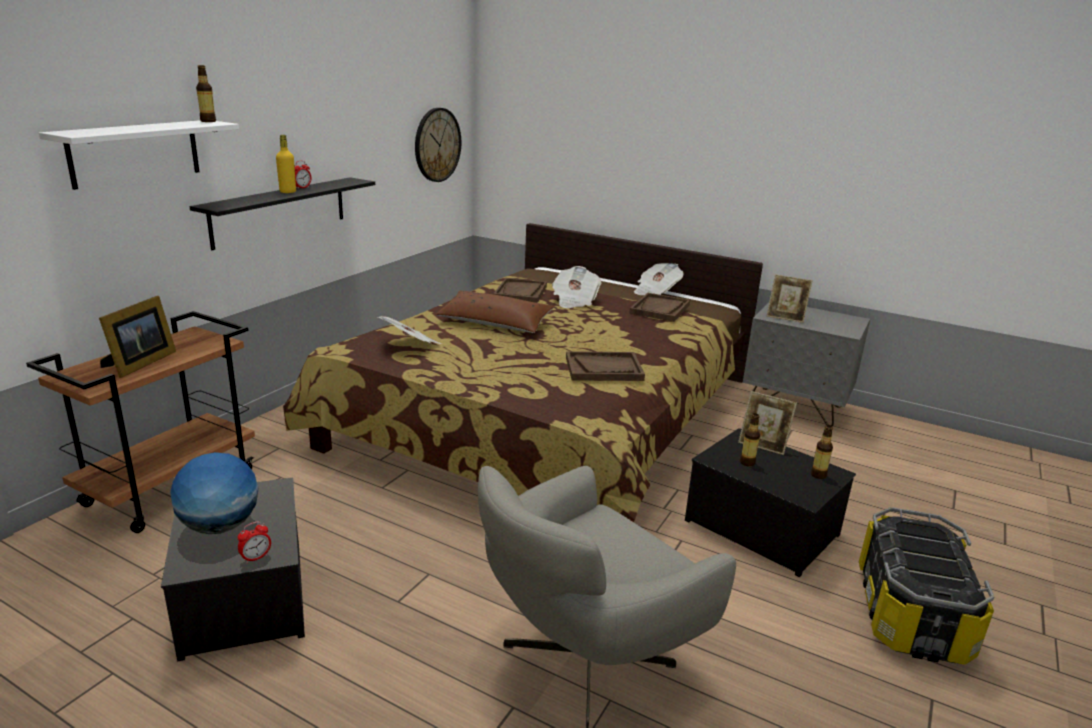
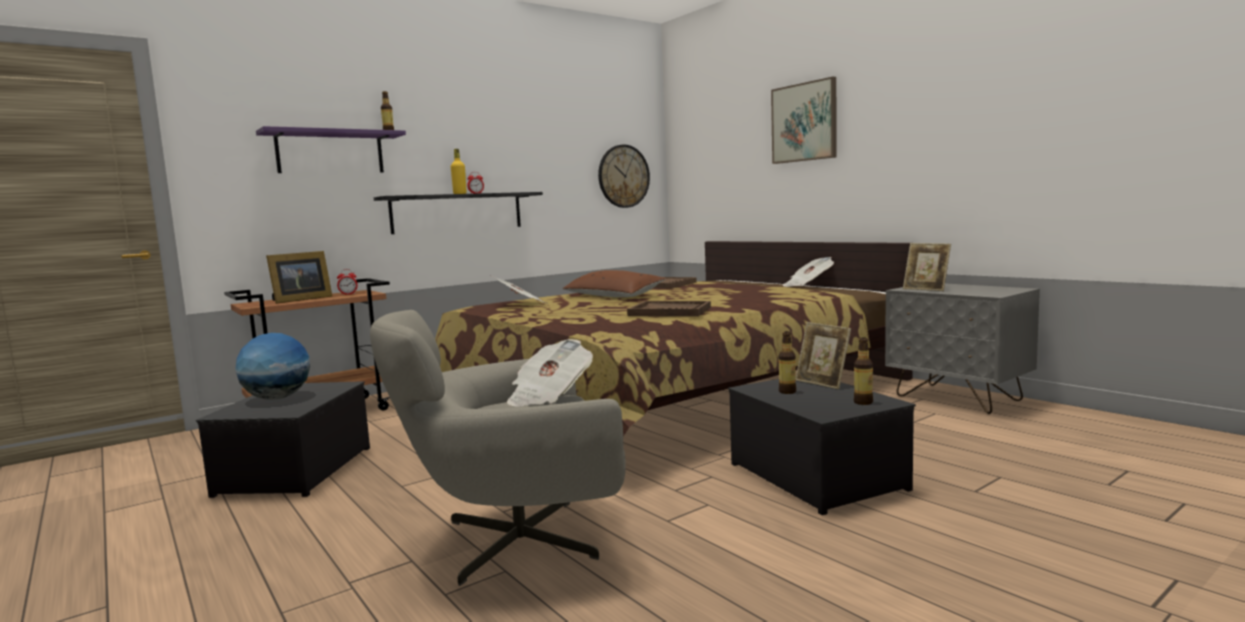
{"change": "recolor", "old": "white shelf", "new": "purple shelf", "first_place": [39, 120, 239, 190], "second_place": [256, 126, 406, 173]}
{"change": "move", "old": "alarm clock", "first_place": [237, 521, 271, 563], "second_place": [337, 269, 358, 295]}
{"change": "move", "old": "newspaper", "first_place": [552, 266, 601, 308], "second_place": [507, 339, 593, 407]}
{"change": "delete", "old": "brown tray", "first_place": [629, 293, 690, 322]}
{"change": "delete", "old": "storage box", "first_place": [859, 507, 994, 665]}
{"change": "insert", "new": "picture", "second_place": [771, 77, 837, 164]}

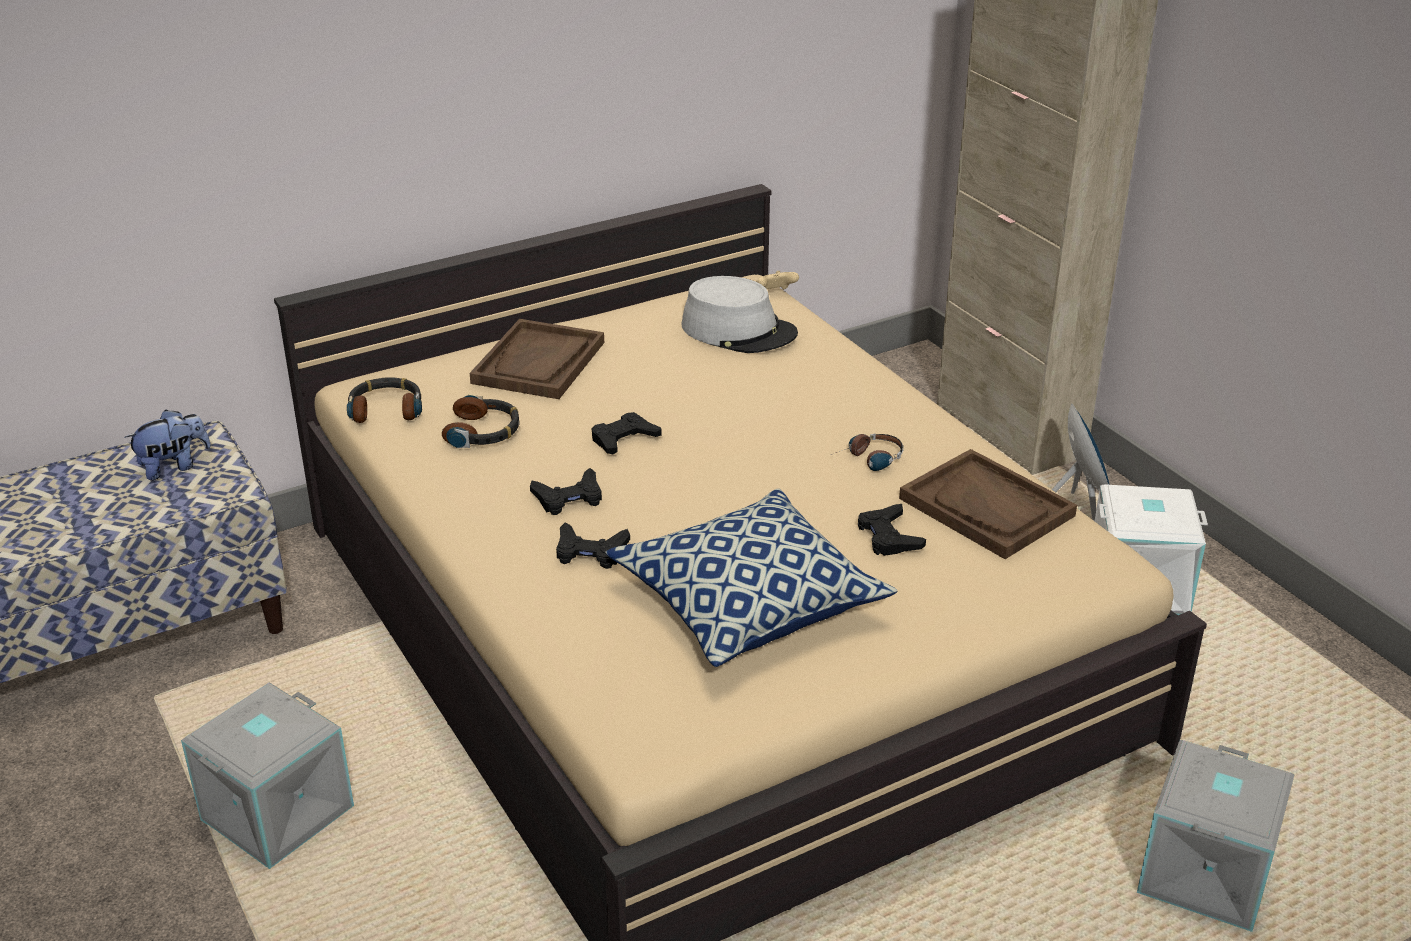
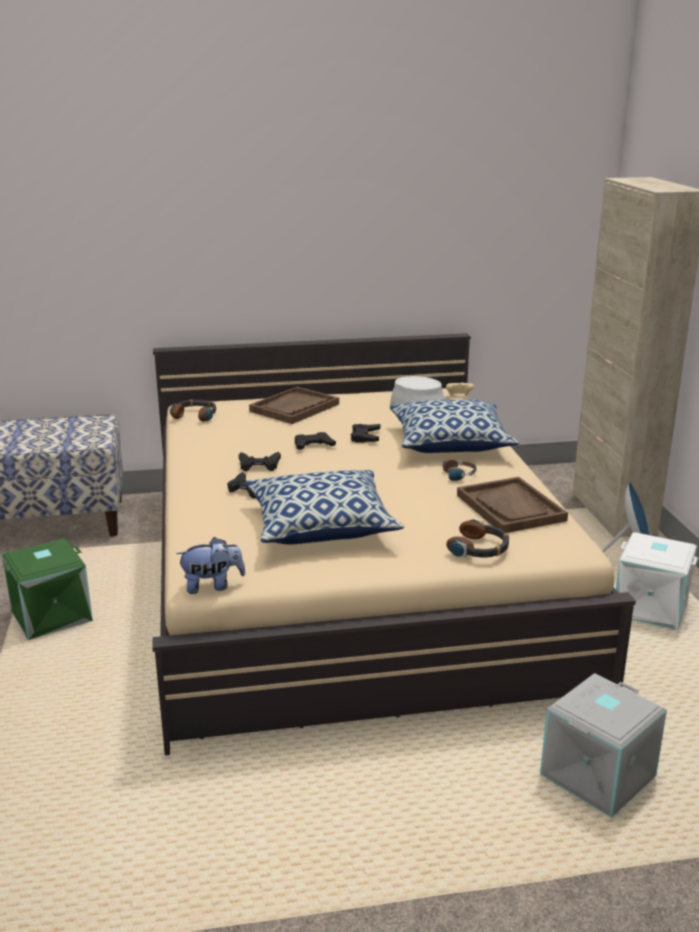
{"change": "move", "old": "plush toy", "first_place": [124, 409, 211, 480], "second_place": [176, 537, 245, 594]}
{"change": "recolor", "old": "grey storage box", "new": "green storage box", "first_place": [181, 682, 354, 869], "second_place": [2, 538, 93, 640]}
{"change": "move", "old": "headphones", "first_place": [442, 394, 520, 448], "second_place": [446, 519, 509, 558]}
{"change": "move", "old": "black game controller", "first_place": [858, 504, 926, 556], "second_place": [351, 424, 381, 443]}
{"change": "insert", "new": "pillow", "second_place": [390, 400, 519, 453]}

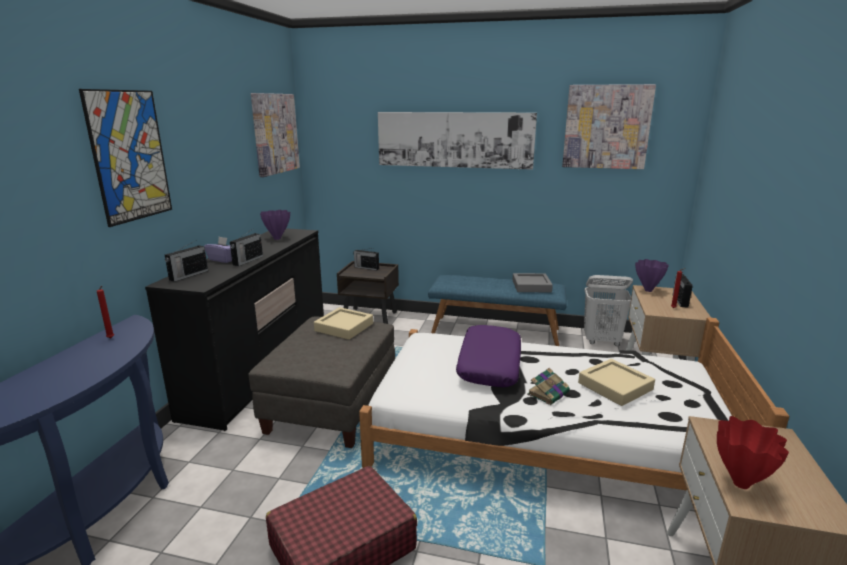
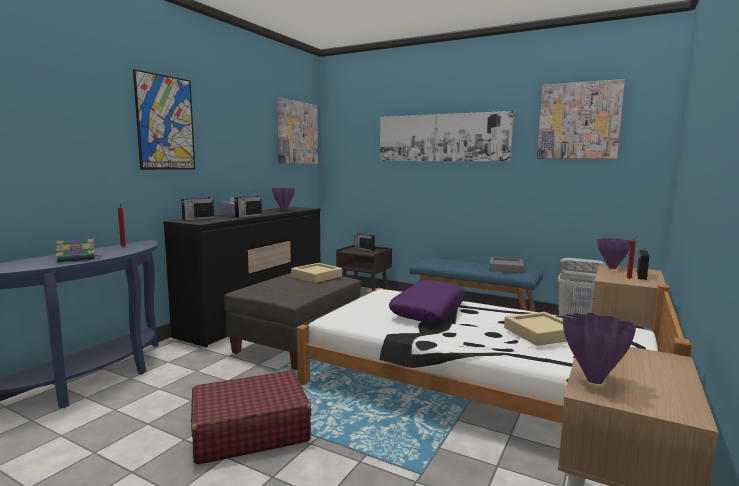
{"change": "move", "old": "book", "first_place": [527, 368, 570, 405], "second_place": [56, 239, 102, 263]}
{"change": "recolor", "old": "red vase", "new": "purple vase", "first_place": [717, 416, 789, 489], "second_place": [563, 313, 636, 384]}

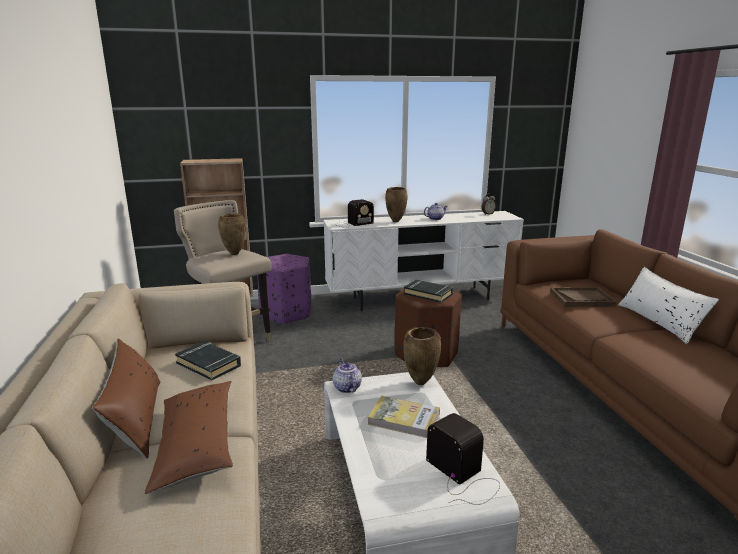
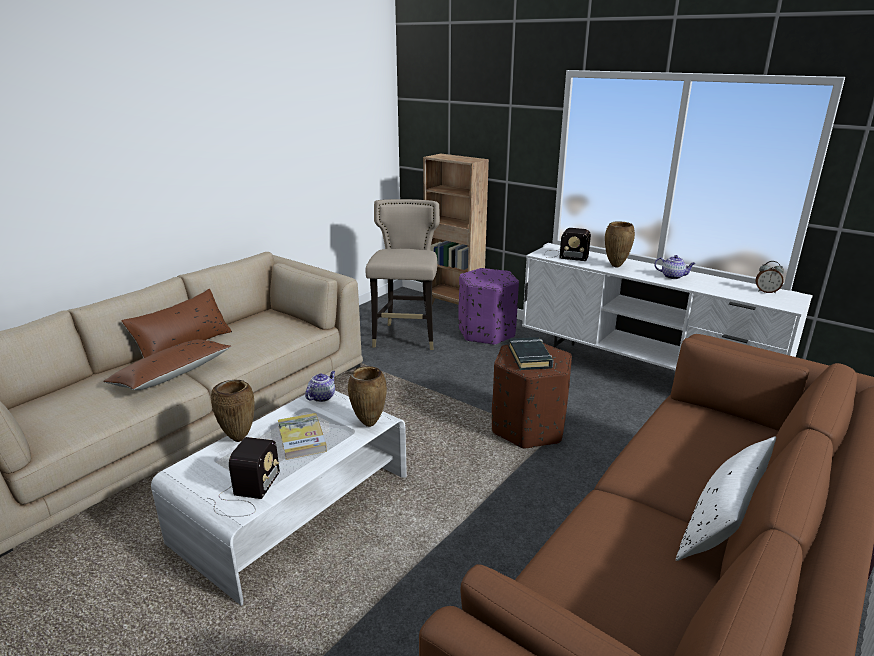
{"change": "delete", "old": "black book", "first_place": [175, 341, 241, 381]}
{"change": "move", "old": "brown vase", "first_place": [218, 213, 246, 255], "second_place": [211, 379, 255, 442]}
{"change": "delete", "old": "brown tray", "first_place": [550, 287, 617, 307]}

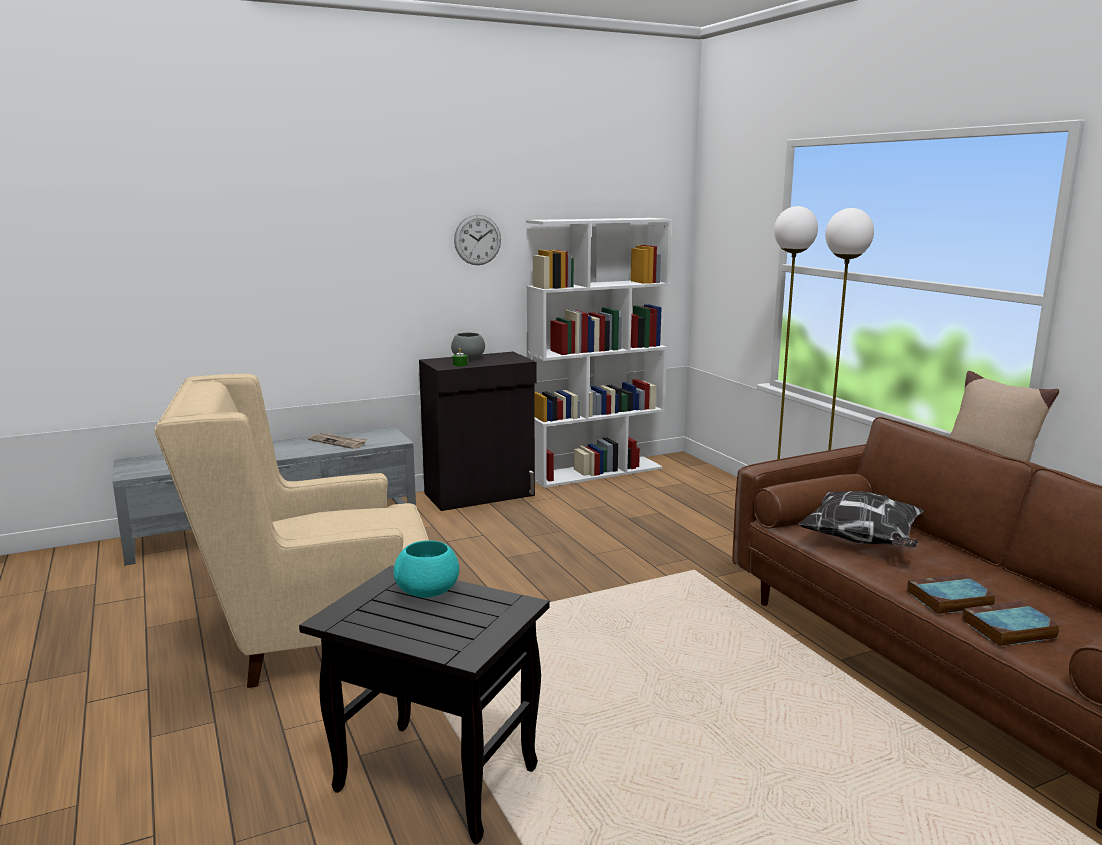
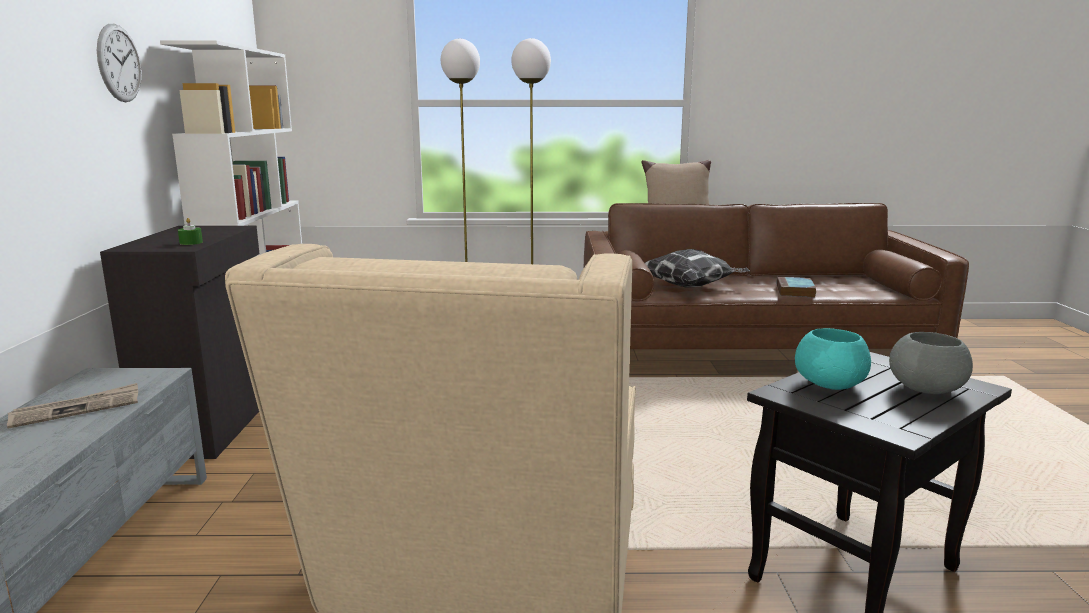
{"change": "move", "old": "grey bowl", "first_place": [451, 333, 485, 360], "second_place": [889, 332, 973, 394]}
{"change": "delete", "old": "book", "first_place": [962, 601, 1060, 647]}

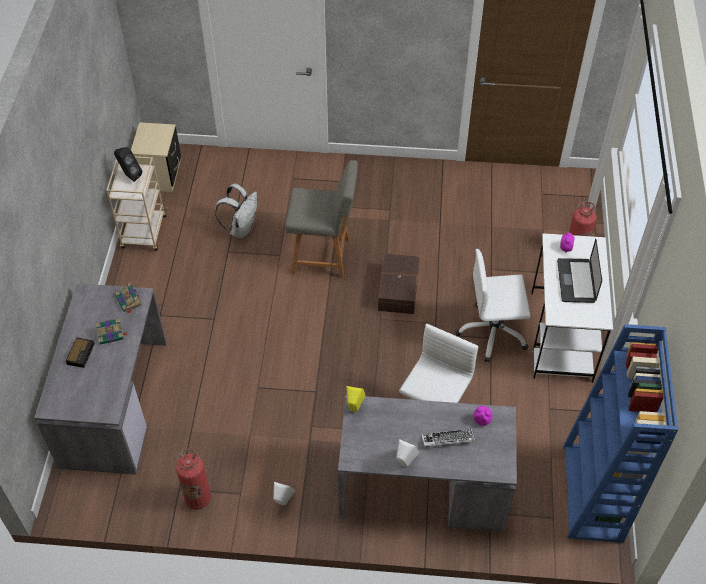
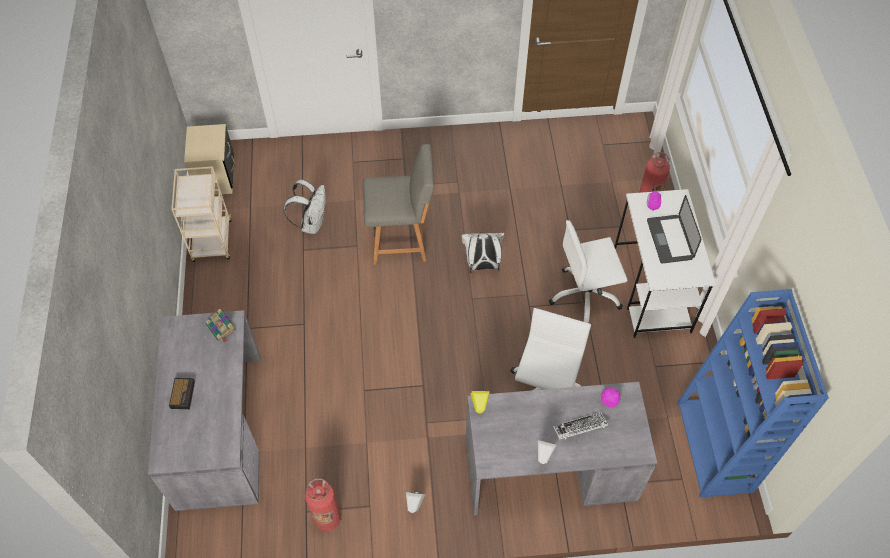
{"change": "delete", "old": "book", "first_place": [95, 318, 128, 344]}
{"change": "delete", "old": "black speaker", "first_place": [114, 147, 142, 182]}
{"change": "replace", "old": "brown storage box", "new": "white backpack", "first_place": [378, 253, 420, 314], "second_place": [461, 232, 504, 273]}

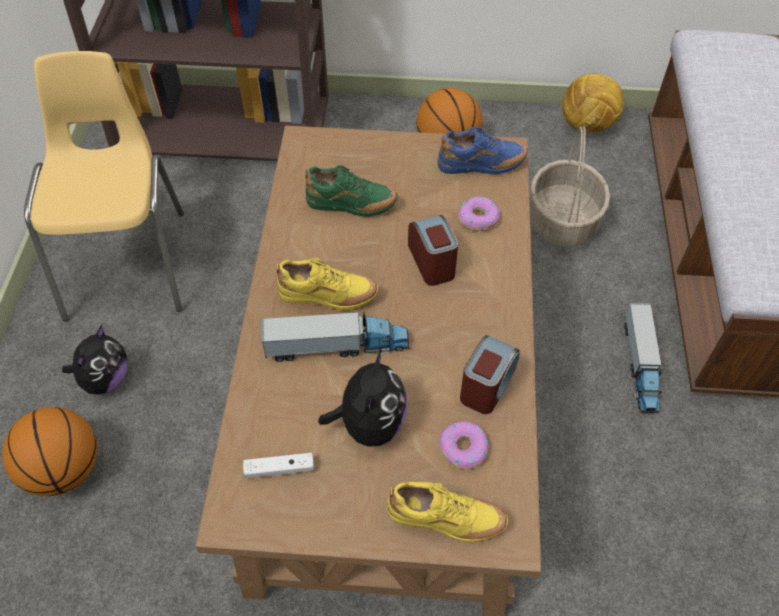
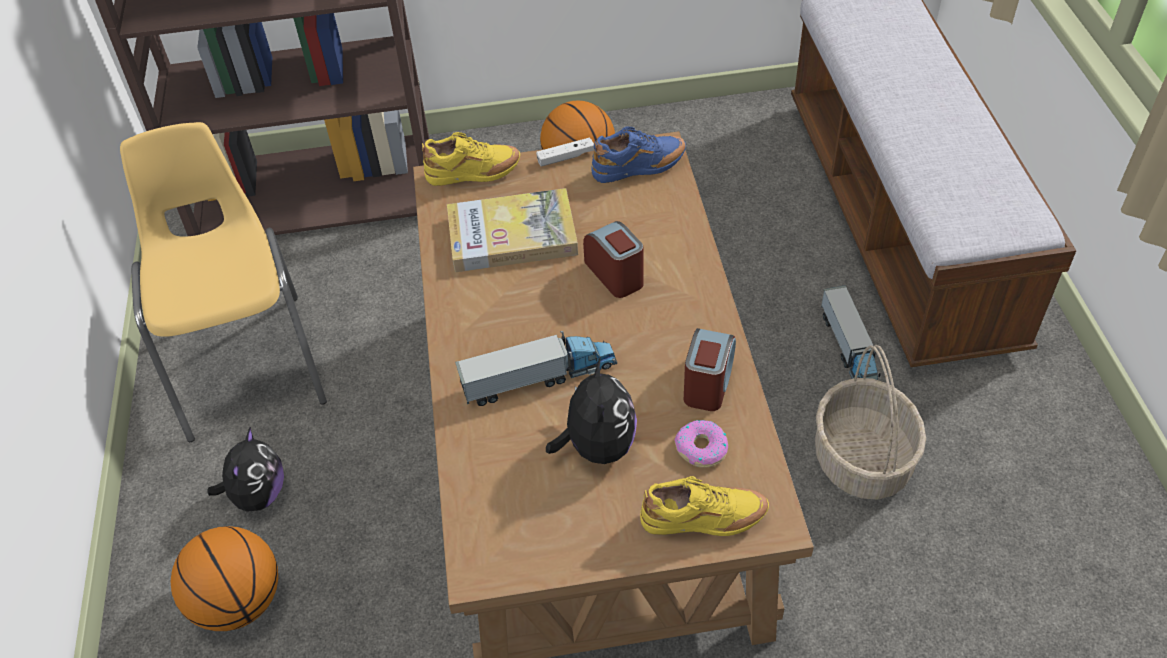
{"change": "move", "old": "white game controller", "first_place": [243, 453, 314, 478], "second_place": [536, 137, 594, 166]}
{"change": "move", "old": "yellow shoe", "first_place": [276, 258, 378, 310], "second_place": [422, 132, 520, 186]}
{"change": "replace", "old": "green shoe", "new": "book", "first_place": [305, 165, 398, 217], "second_place": [447, 188, 578, 272]}
{"change": "delete", "old": "donut", "first_place": [458, 196, 500, 231]}
{"change": "move", "old": "basket", "first_place": [530, 126, 610, 247], "second_place": [815, 345, 926, 500]}
{"change": "delete", "old": "football", "first_place": [562, 73, 624, 132]}

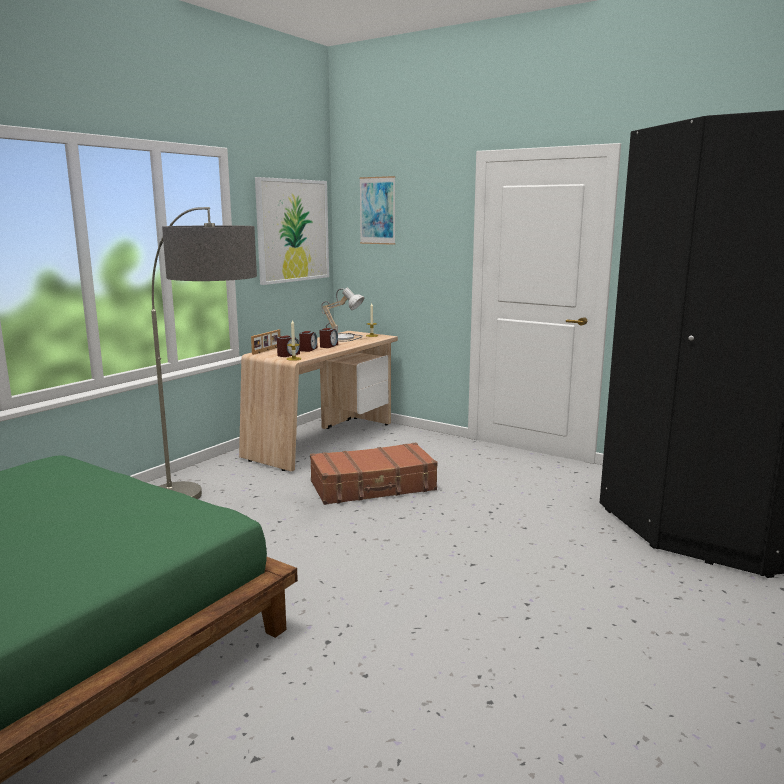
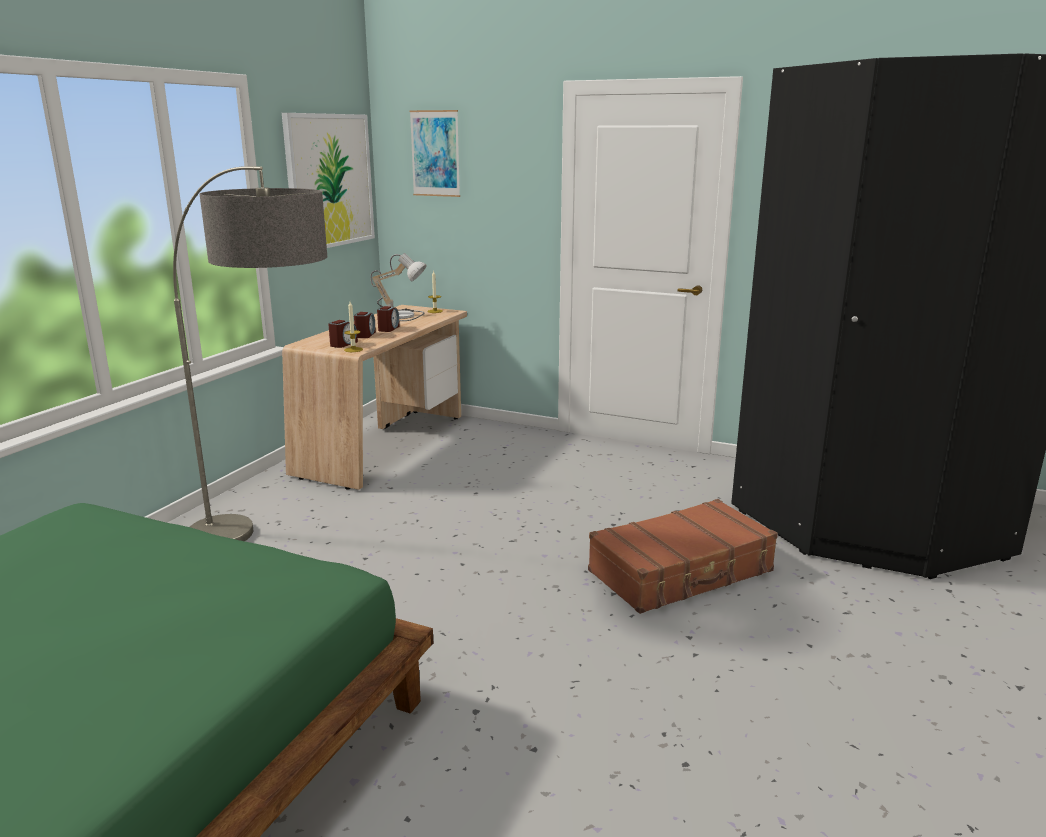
{"change": "delete", "old": "picture frame", "first_place": [251, 330, 280, 355]}
{"change": "move", "old": "brown suitcase", "first_place": [310, 442, 438, 505], "second_place": [588, 499, 778, 614]}

